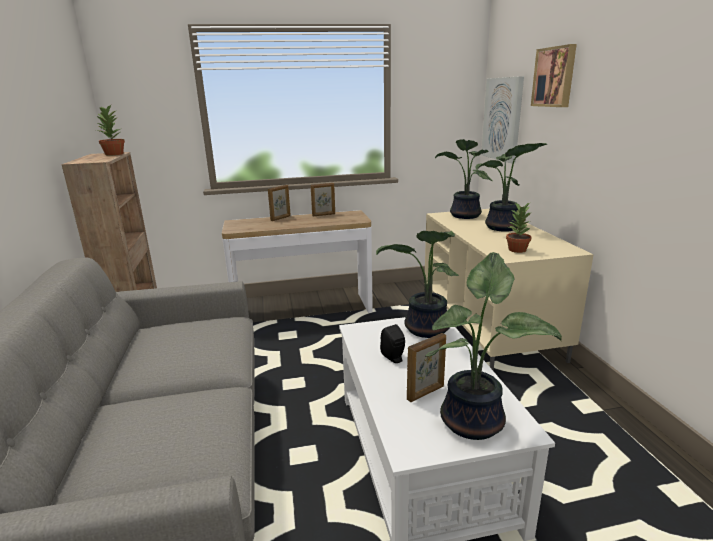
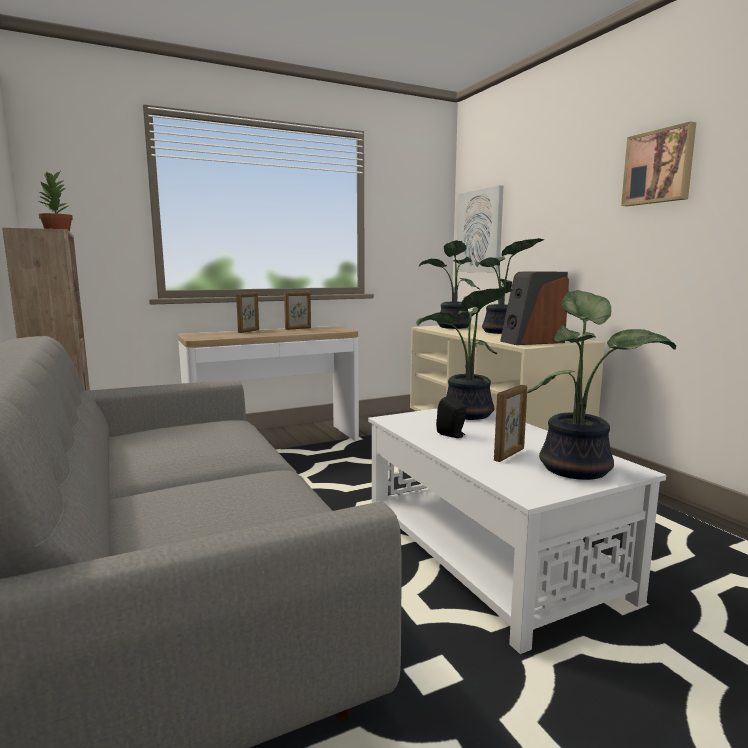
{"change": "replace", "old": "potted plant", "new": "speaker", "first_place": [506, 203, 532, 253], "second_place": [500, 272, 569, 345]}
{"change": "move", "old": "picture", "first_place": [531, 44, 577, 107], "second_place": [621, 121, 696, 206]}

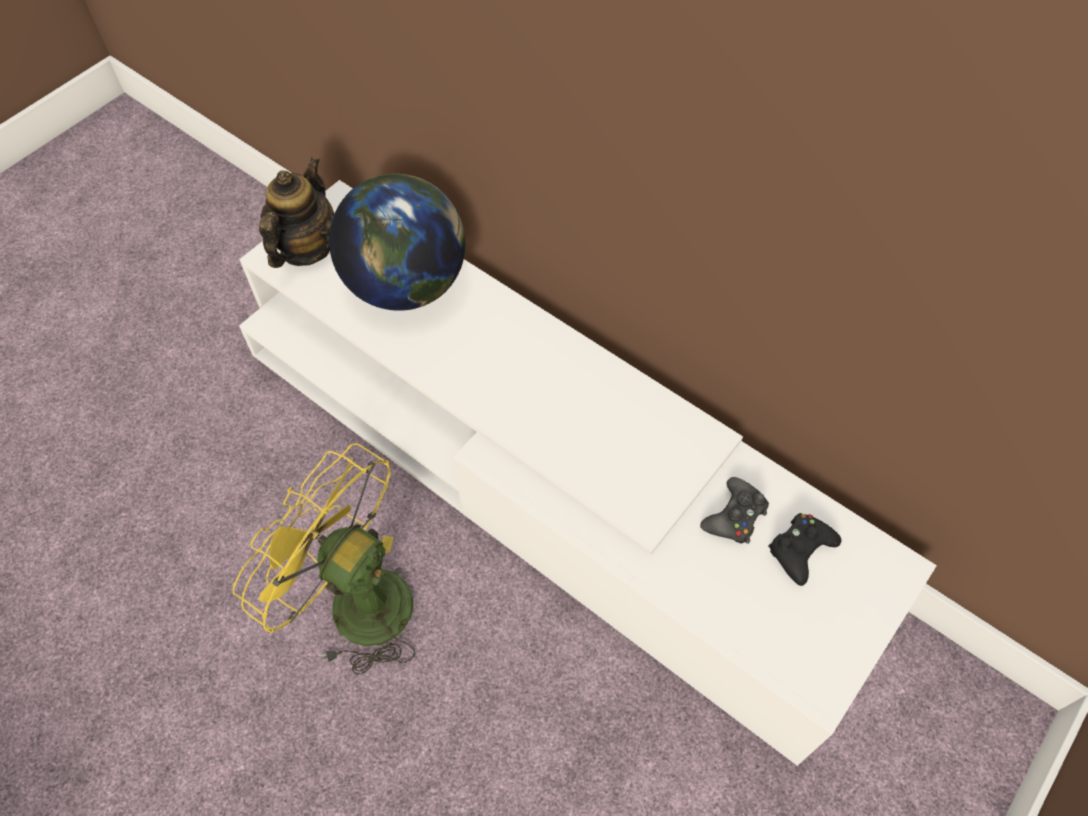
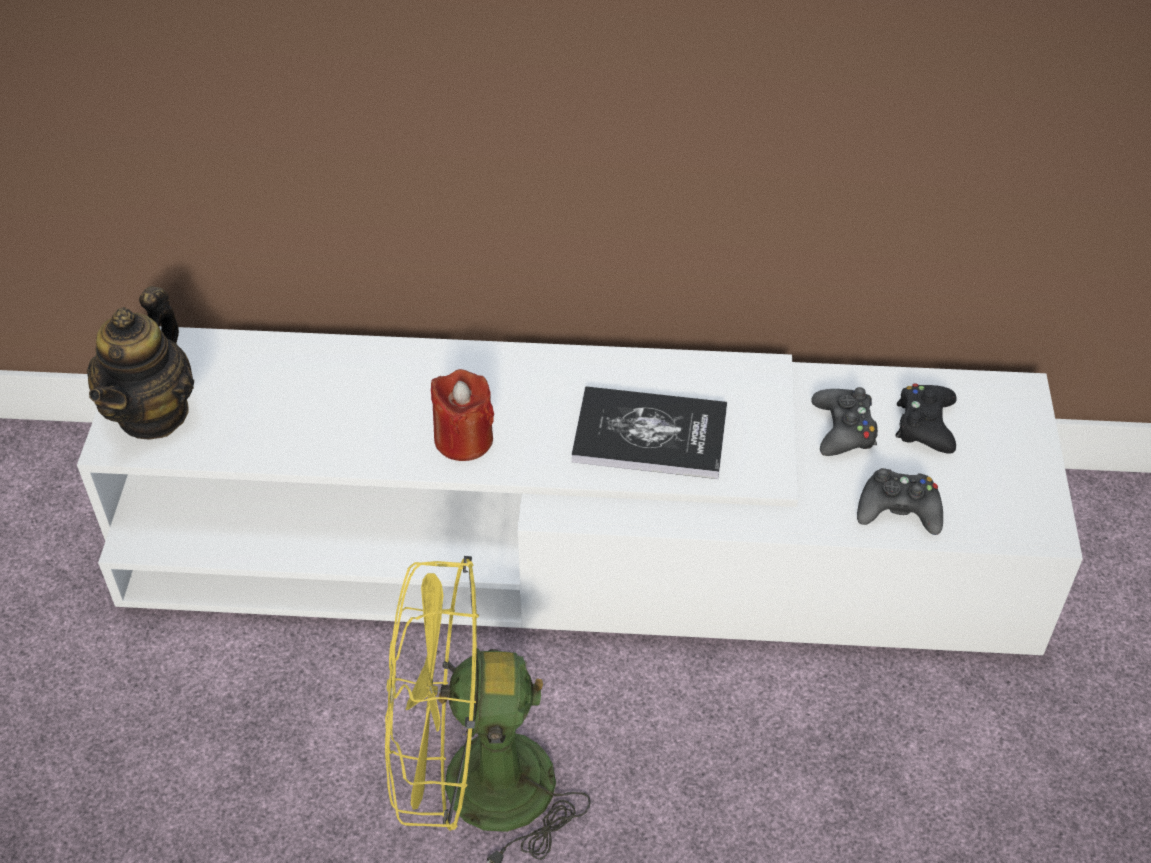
{"change": "rotate", "old": "teapot", "first_place": [259, 157, 334, 268], "second_place": [87, 286, 194, 440], "degrees": -150}
{"change": "delete", "old": "globe", "first_place": [329, 174, 465, 311]}
{"change": "insert", "new": "red candle", "second_place": [431, 369, 494, 461]}
{"change": "insert", "new": "book", "second_place": [571, 386, 727, 479]}
{"change": "insert", "new": "black game controller", "second_place": [857, 468, 943, 535]}

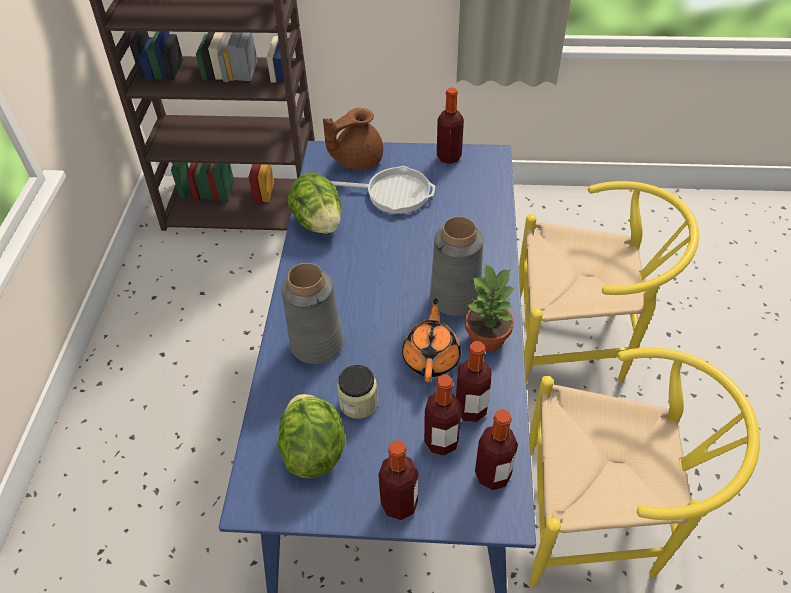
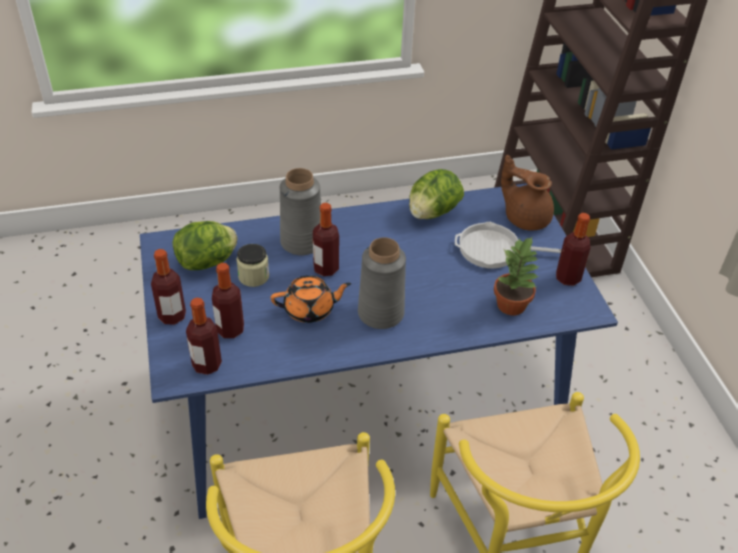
{"change": "rotate", "old": "frying pan", "first_place": [330, 166, 435, 214], "second_place": [455, 222, 562, 269], "degrees": 105}
{"change": "move", "old": "bottle", "first_place": [456, 341, 492, 422], "second_place": [313, 203, 339, 276]}
{"change": "move", "old": "potted plant", "first_place": [465, 264, 516, 352], "second_place": [494, 237, 540, 315]}

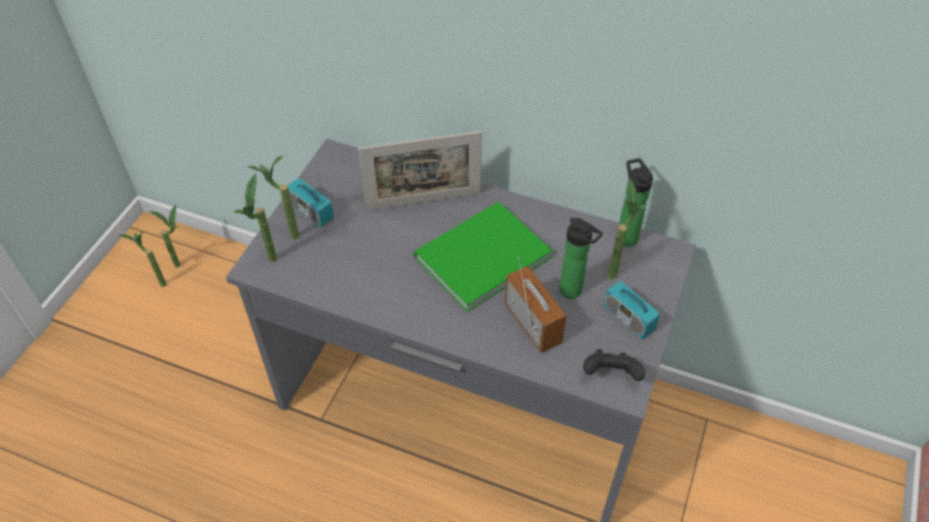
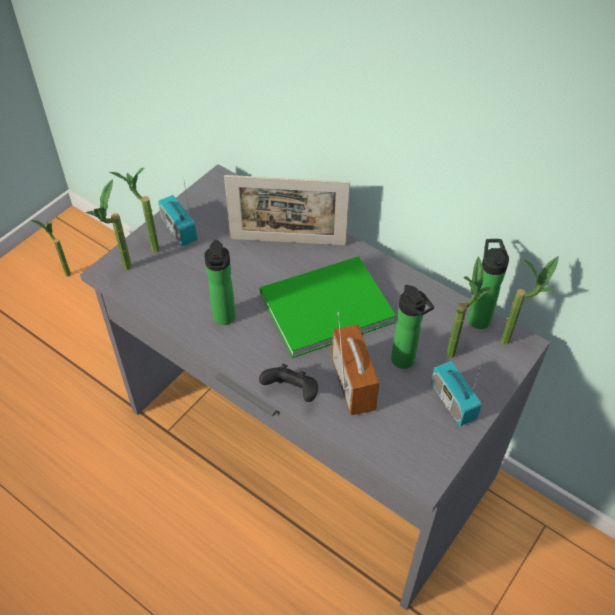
{"change": "move", "old": "potted plant", "first_place": [150, 205, 181, 268], "second_place": [501, 256, 559, 345]}
{"change": "move", "old": "black game controller", "first_place": [583, 349, 645, 381], "second_place": [259, 364, 318, 402]}
{"change": "insert", "new": "bottle", "second_place": [204, 240, 236, 325]}

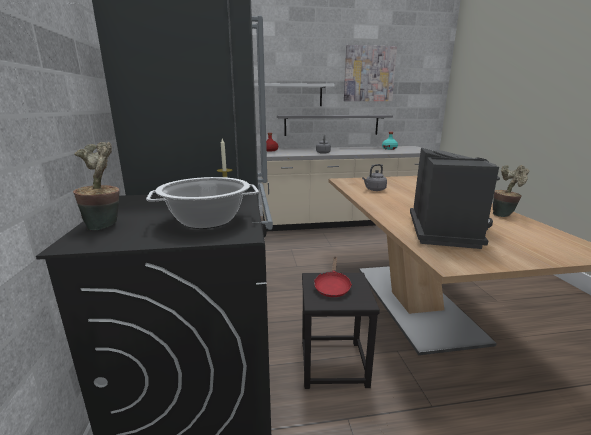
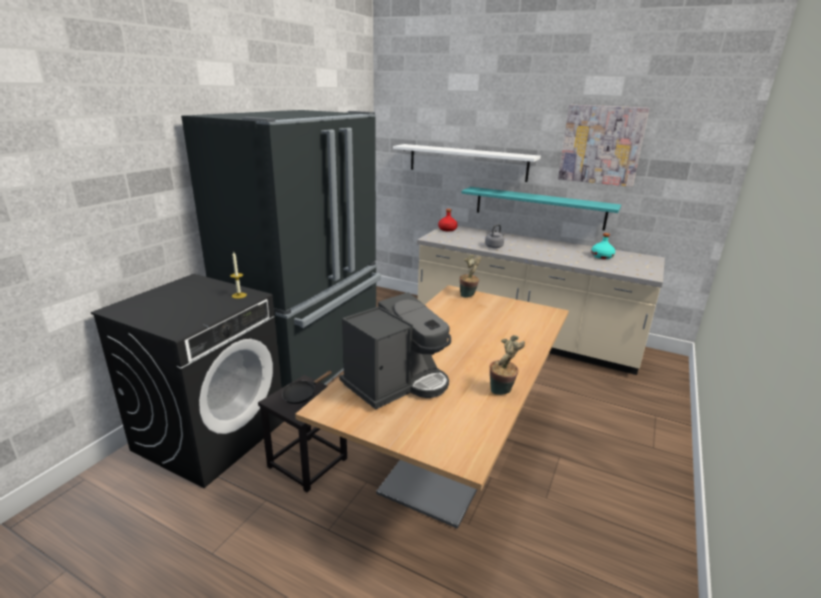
{"change": "move", "old": "potted plant", "first_place": [73, 142, 120, 230], "second_place": [460, 255, 481, 298]}
{"change": "delete", "old": "cooking pot", "first_place": [146, 177, 259, 229]}
{"change": "recolor", "old": "grey shelf", "new": "turquoise shelf", "first_place": [277, 115, 393, 136], "second_place": [462, 187, 621, 231]}
{"change": "recolor", "old": "red frying pan", "new": "black frying pan", "first_place": [314, 257, 352, 297], "second_place": [282, 371, 332, 404]}
{"change": "delete", "old": "grey kettle", "first_place": [362, 164, 387, 191]}

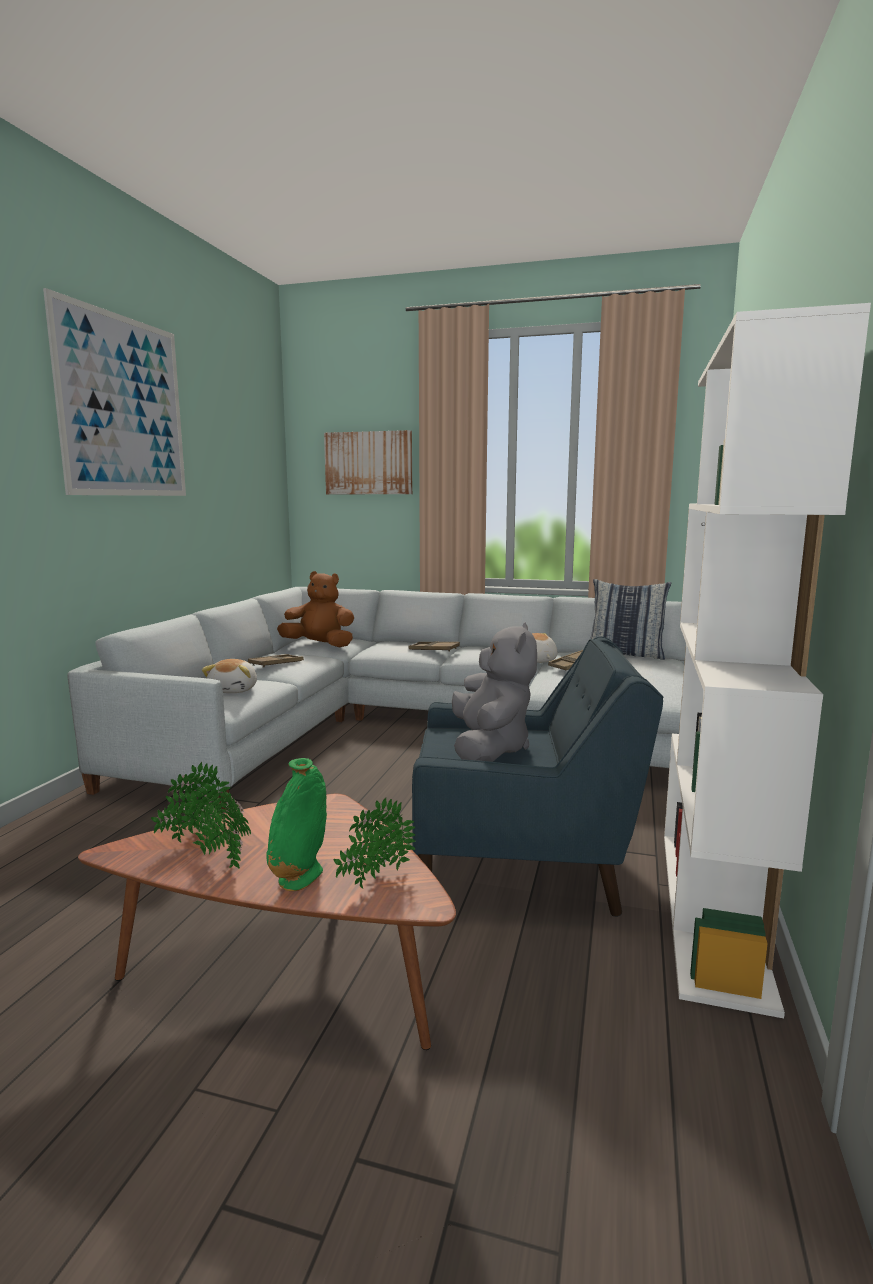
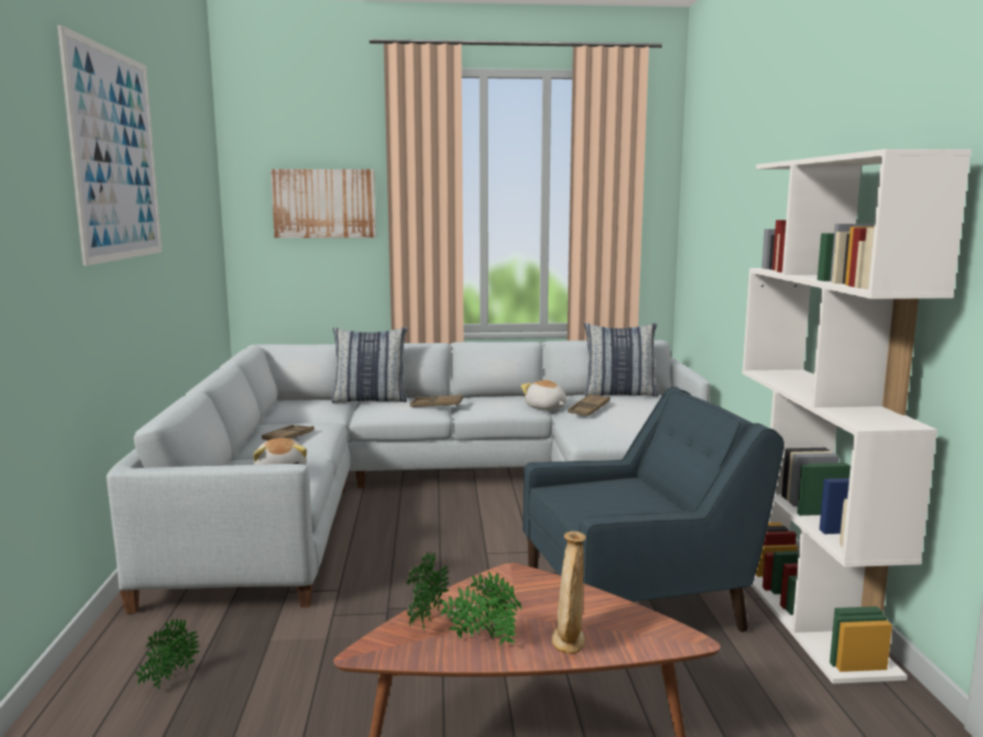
{"change": "recolor", "old": "green vase", "new": "beige vase", "first_place": [266, 758, 327, 891], "second_place": [552, 531, 586, 654]}
{"change": "delete", "old": "brown plush toy", "first_place": [277, 571, 354, 647]}
{"change": "move", "old": "potted plant", "first_place": [333, 798, 416, 889], "second_place": [135, 618, 199, 689]}
{"change": "delete", "old": "grey plush toy", "first_place": [452, 622, 537, 762]}
{"change": "insert", "new": "pillow", "second_place": [332, 327, 407, 403]}

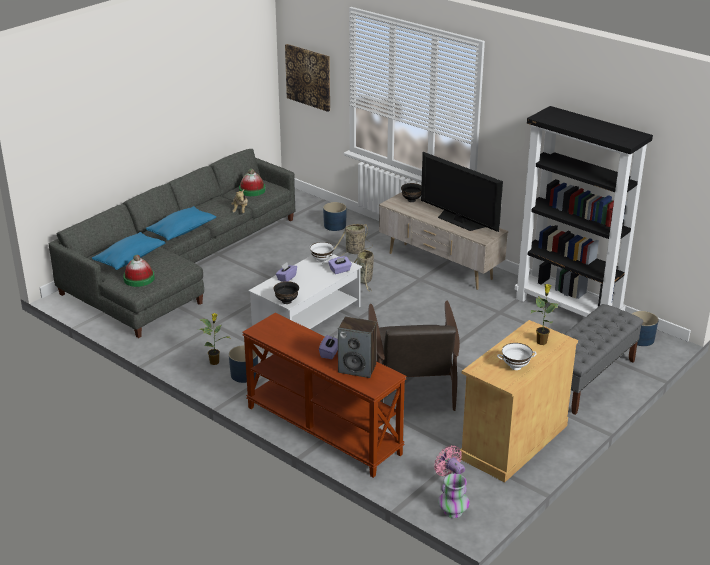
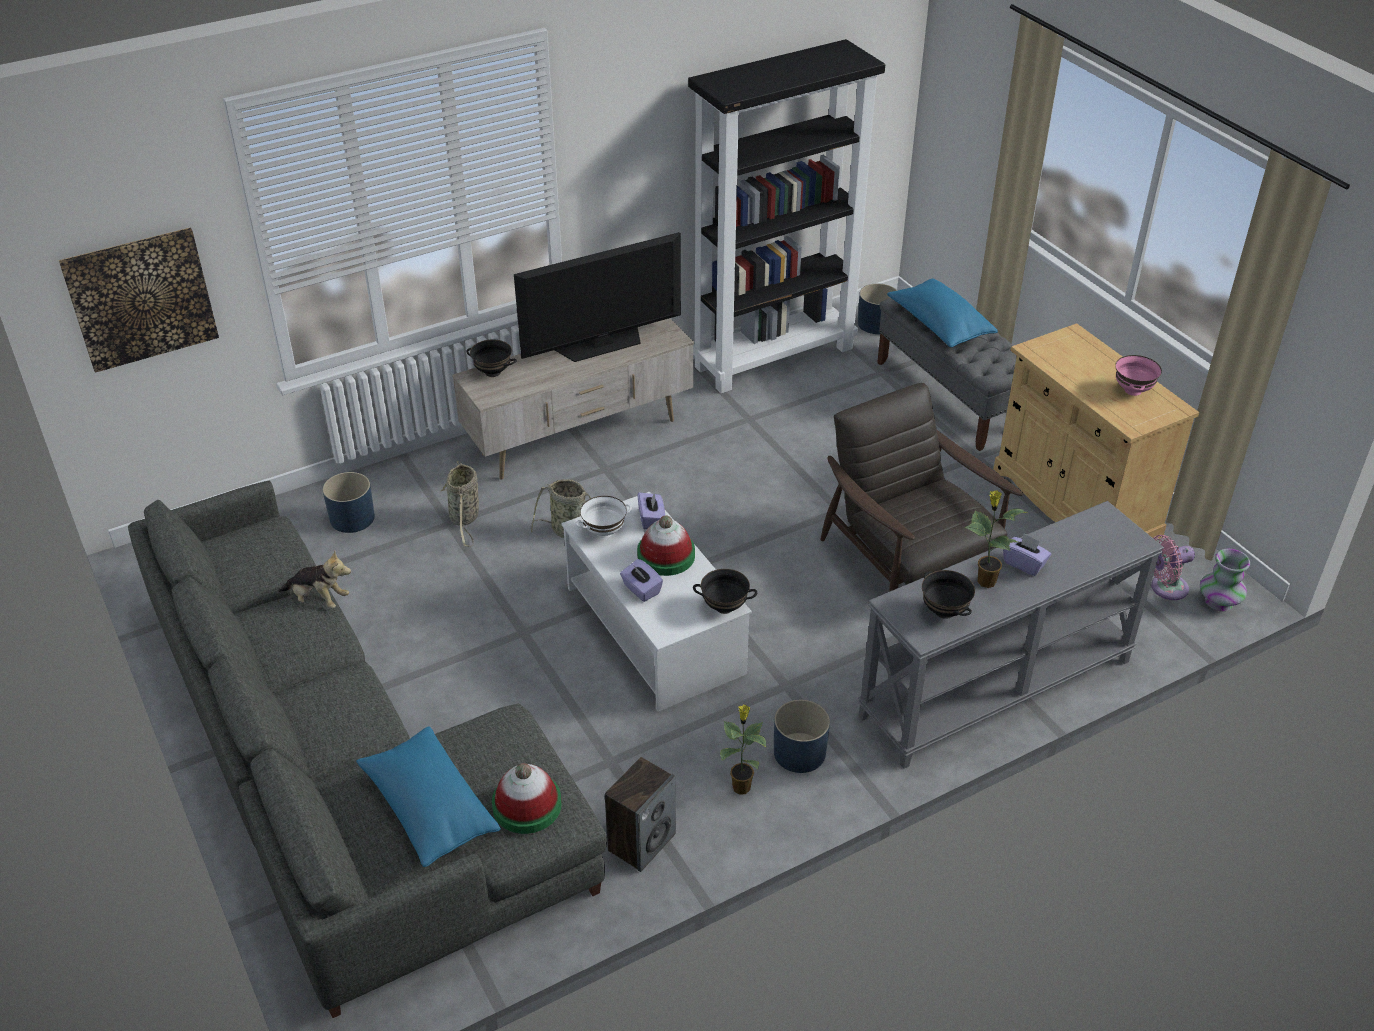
{"change": "move", "old": "blue pillow", "first_place": [146, 206, 216, 240], "second_place": [887, 278, 998, 347]}
{"change": "move", "old": "hat", "first_place": [239, 169, 266, 196], "second_place": [637, 515, 695, 576]}
{"change": "recolor", "old": "brown console table", "new": "grey console table", "first_place": [242, 313, 406, 478], "second_place": [857, 501, 1164, 769]}
{"change": "move", "old": "speaker", "first_place": [338, 316, 377, 378], "second_place": [605, 757, 676, 872]}
{"change": "rotate", "old": "brown armchair", "first_place": [368, 301, 460, 411], "second_place": [820, 383, 1024, 592], "degrees": -135}
{"change": "recolor", "old": "white bowl", "new": "pink bowl", "first_place": [497, 343, 537, 370], "second_place": [1115, 355, 1162, 396]}
{"change": "move", "old": "potted plant", "first_place": [531, 284, 558, 345], "second_place": [965, 490, 1028, 588]}
{"change": "insert", "new": "black bowl", "second_place": [922, 570, 975, 619]}

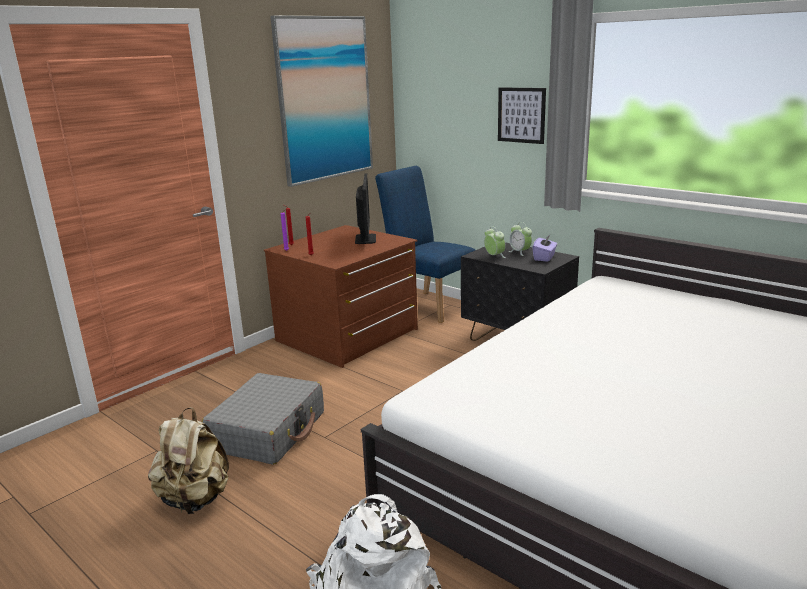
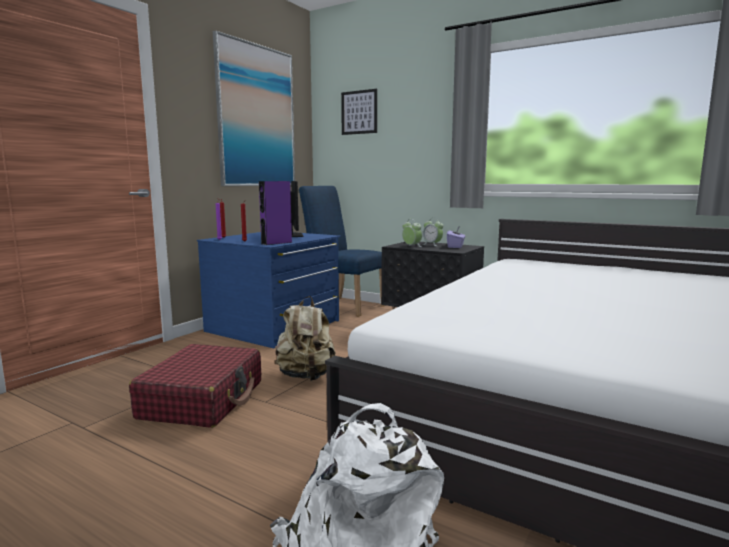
{"change": "move", "old": "beige backpack", "first_place": [148, 407, 229, 514], "second_place": [275, 296, 336, 381]}
{"change": "recolor", "old": "grey suitcase", "new": "red suitcase", "first_place": [202, 373, 324, 465], "second_place": [129, 344, 261, 428]}
{"change": "recolor", "old": "brown dresser", "new": "blue dresser", "first_place": [264, 225, 418, 368], "second_place": [197, 232, 341, 348]}
{"change": "move", "old": "picture", "first_place": [498, 87, 546, 144], "second_place": [341, 89, 377, 135]}
{"change": "insert", "new": "purple speaker", "second_place": [259, 181, 292, 245]}

